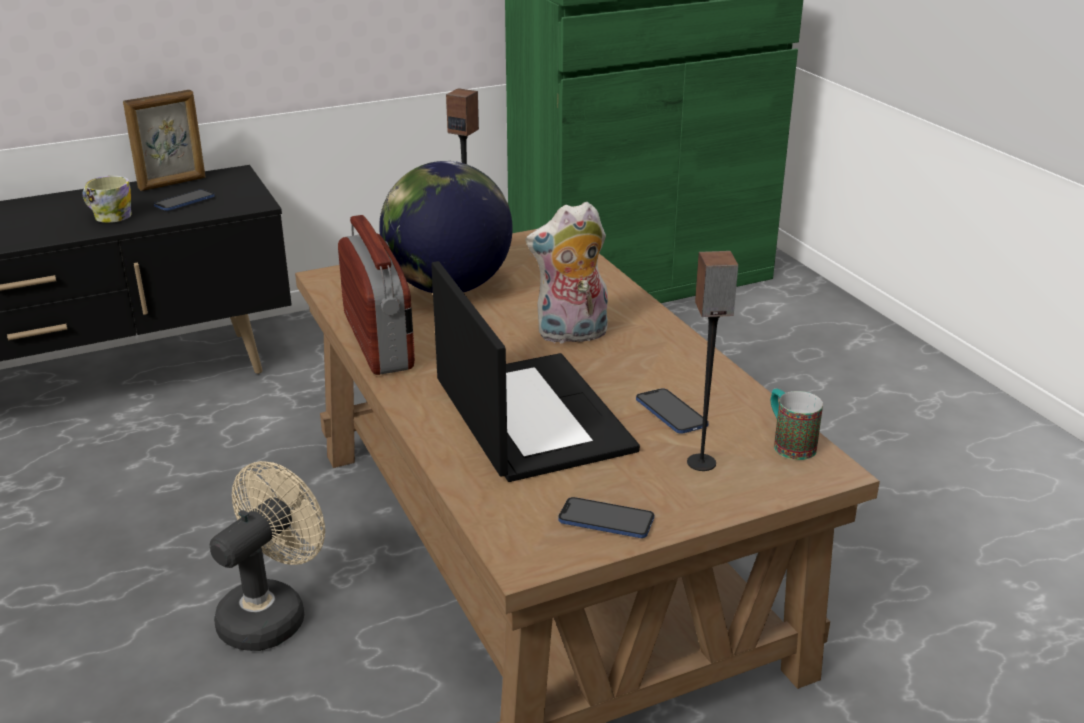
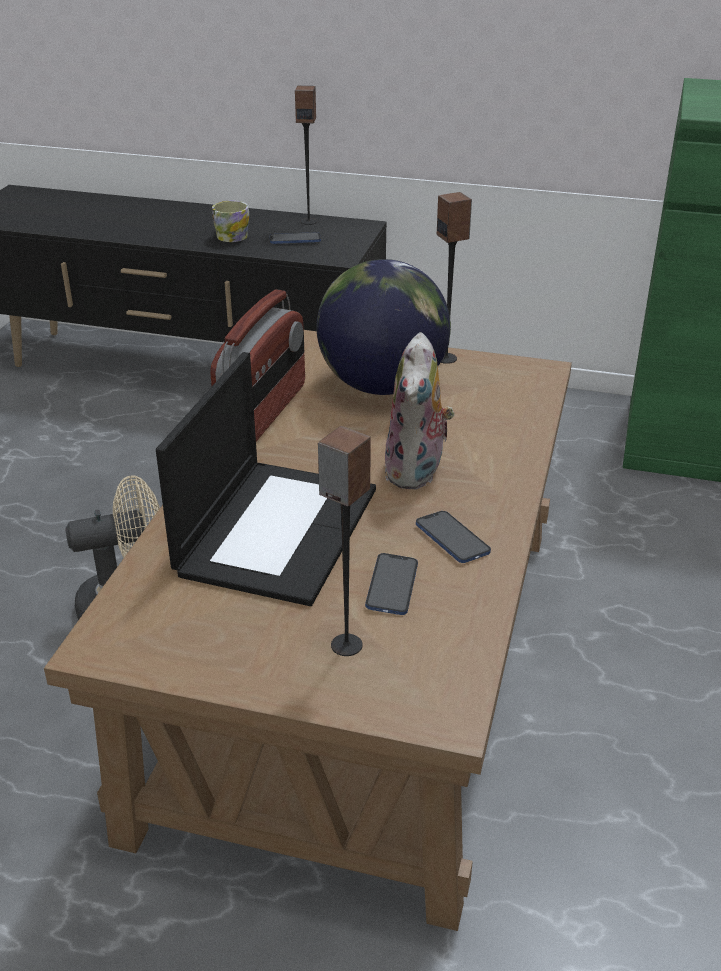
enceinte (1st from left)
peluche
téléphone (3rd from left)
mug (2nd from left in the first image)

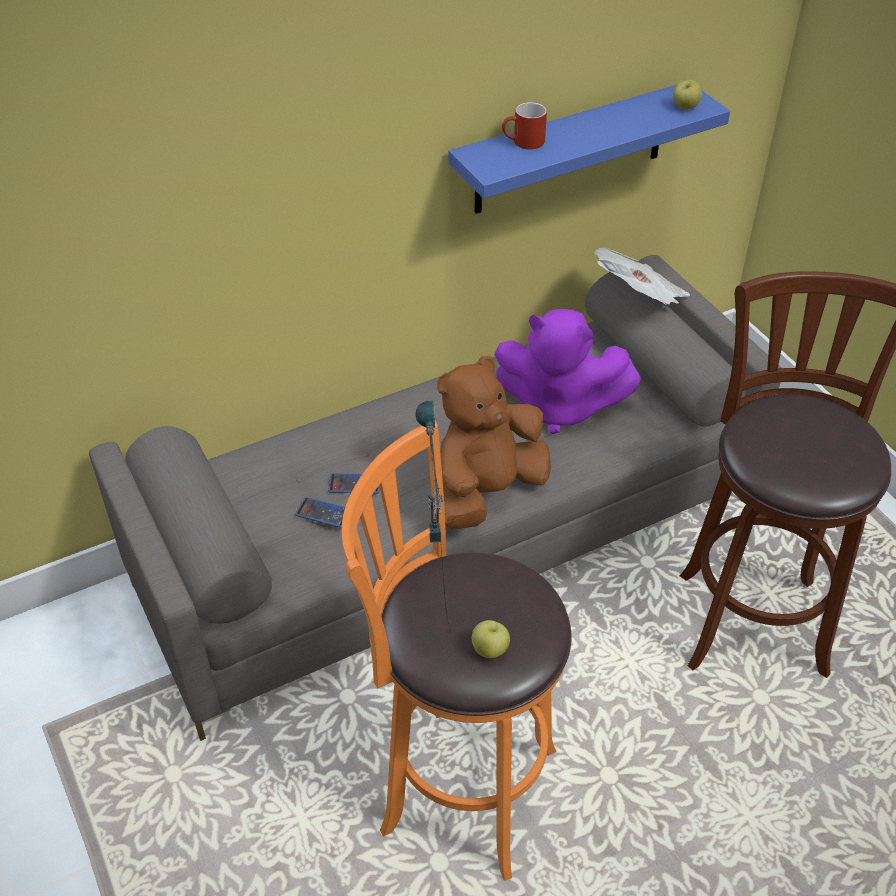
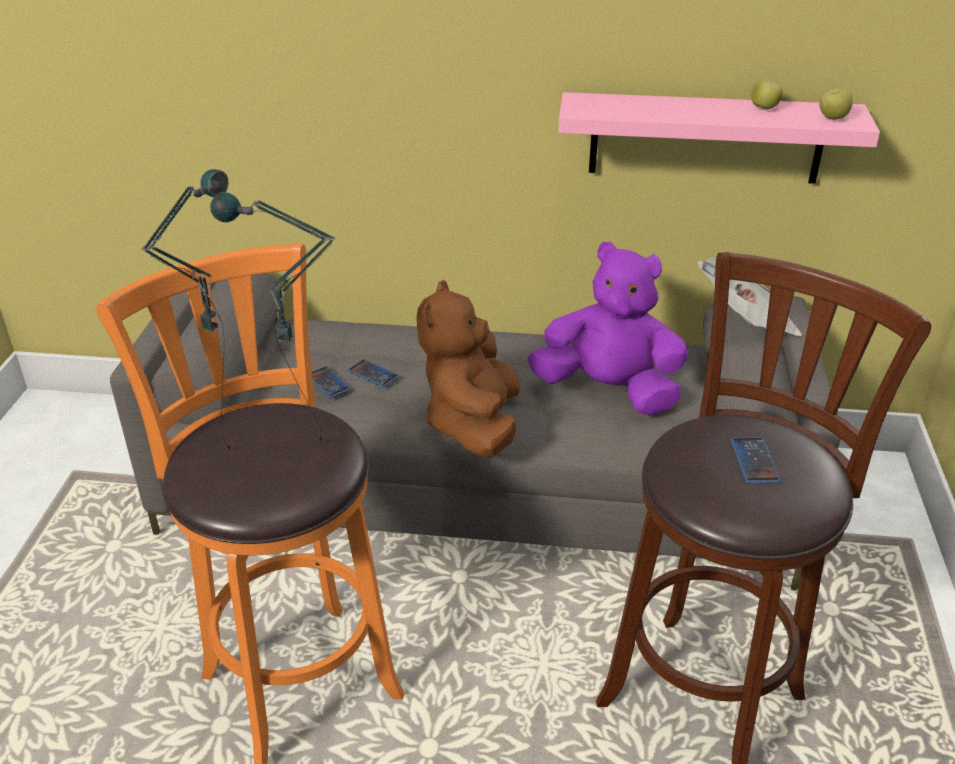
lampe de table (2nd from left)
peluche [marron]
peluche [violet]
étagère [rose]
téléphone (3rd from left)
pomme (1st from left)
mug [rouge]

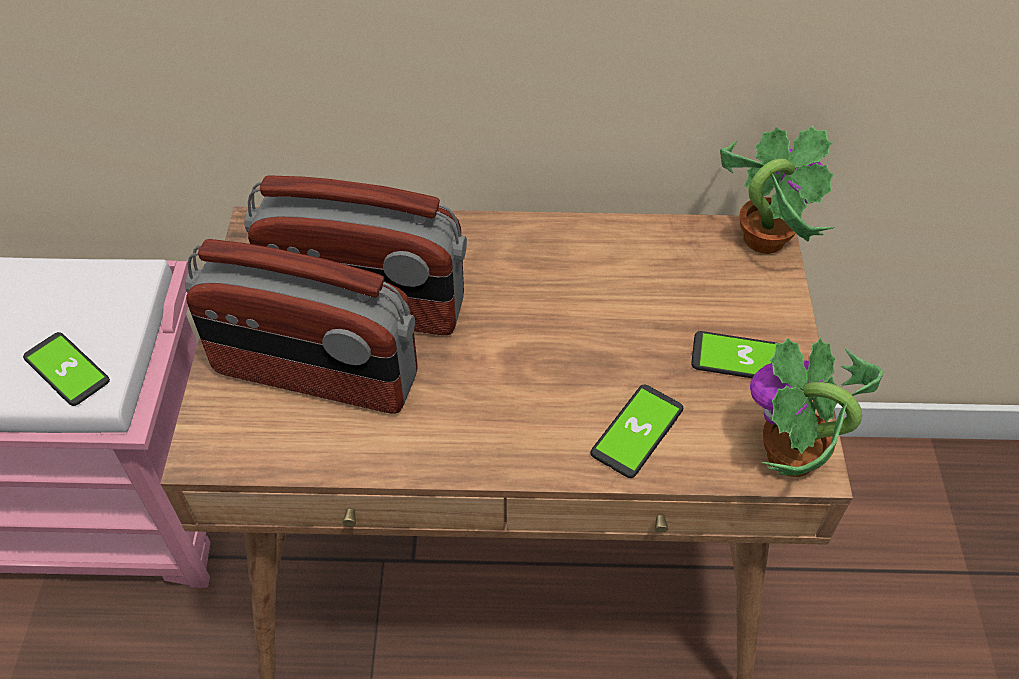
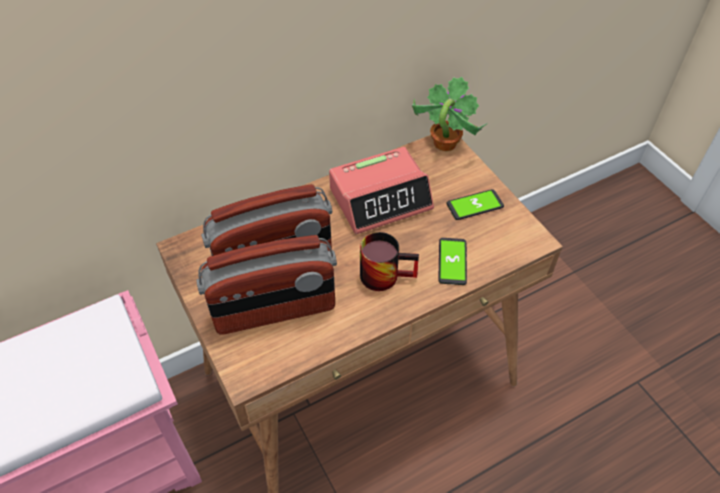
réveil
mug
téléphone (1st from left in the first image)
plante en pot (2nd from left in the first image)

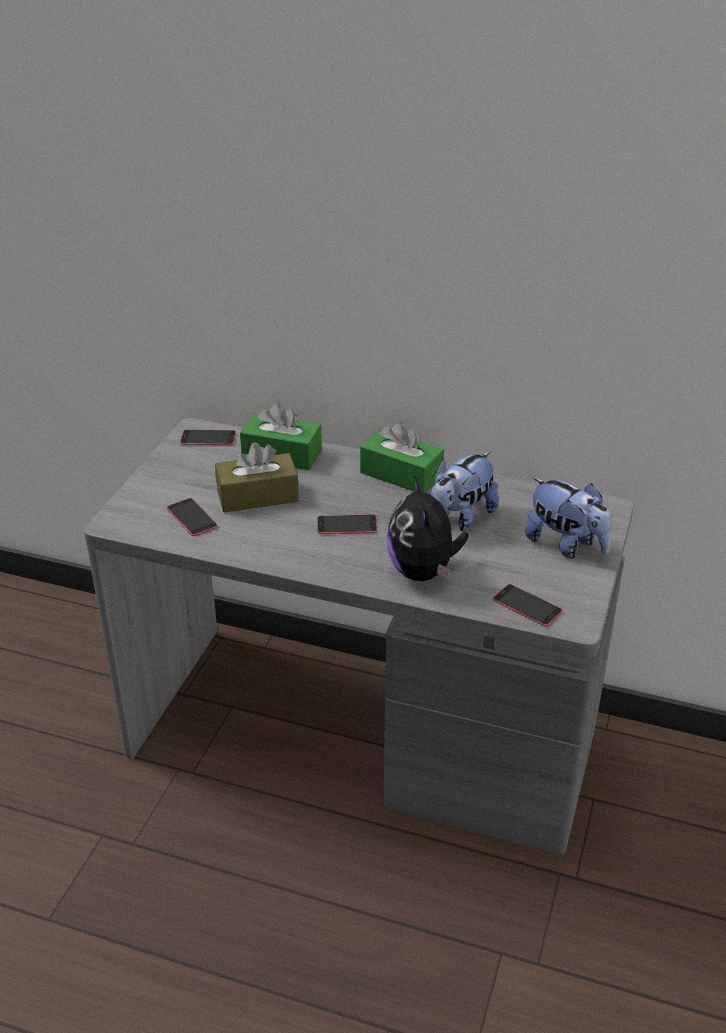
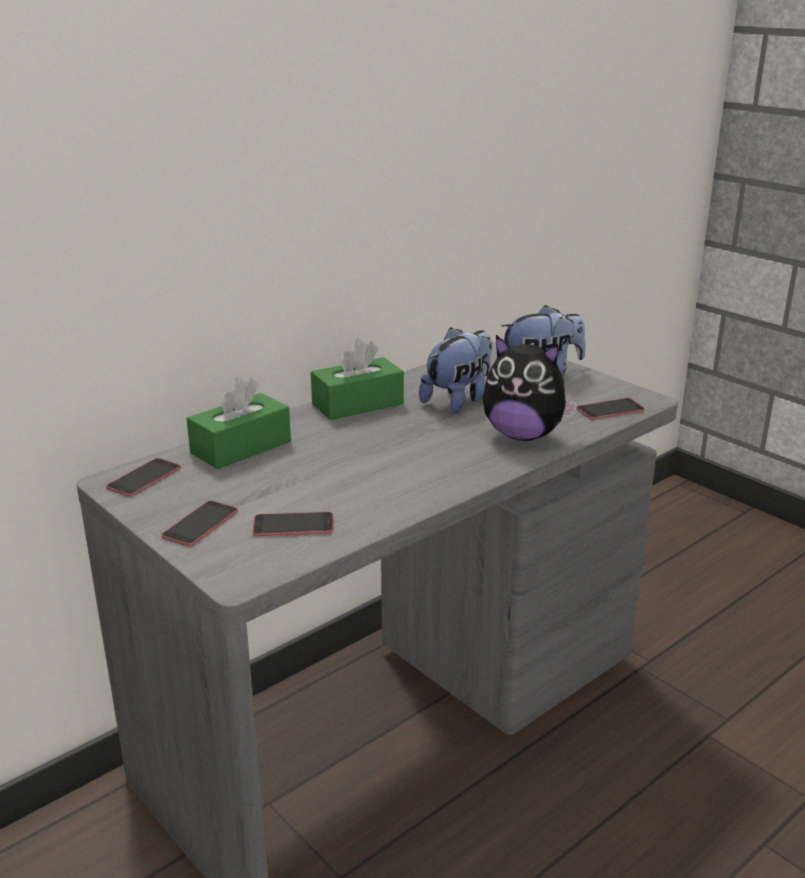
téléphone (2nd from left)
peluche (1st from left)
boîte à mouchoirs [marron]

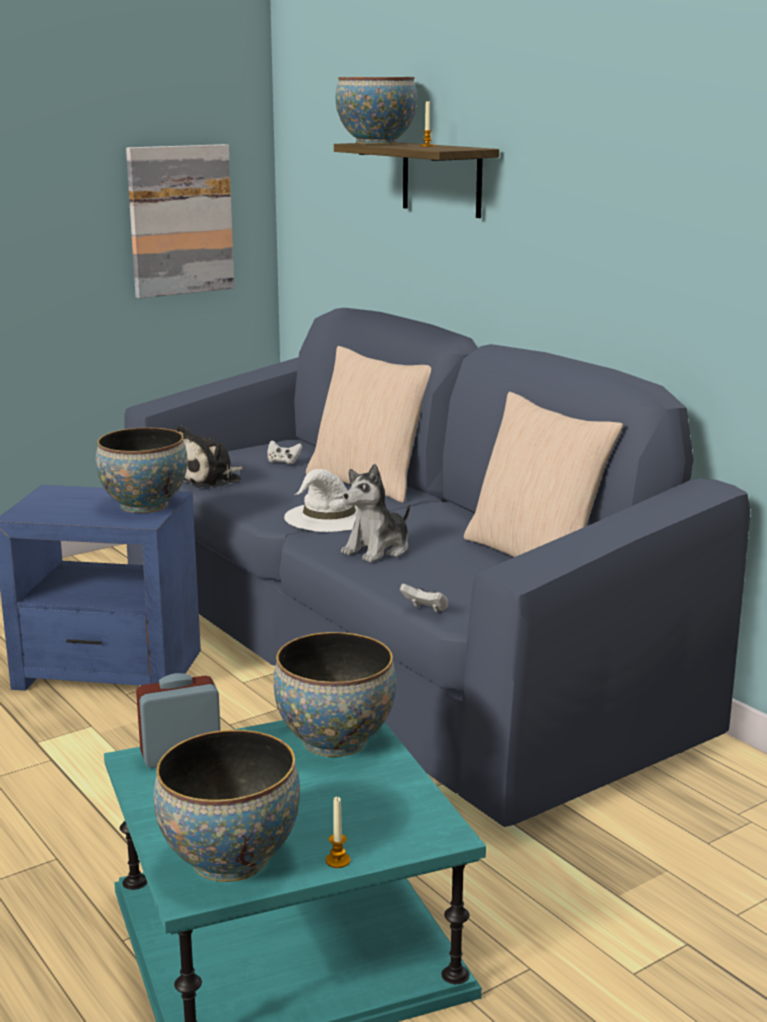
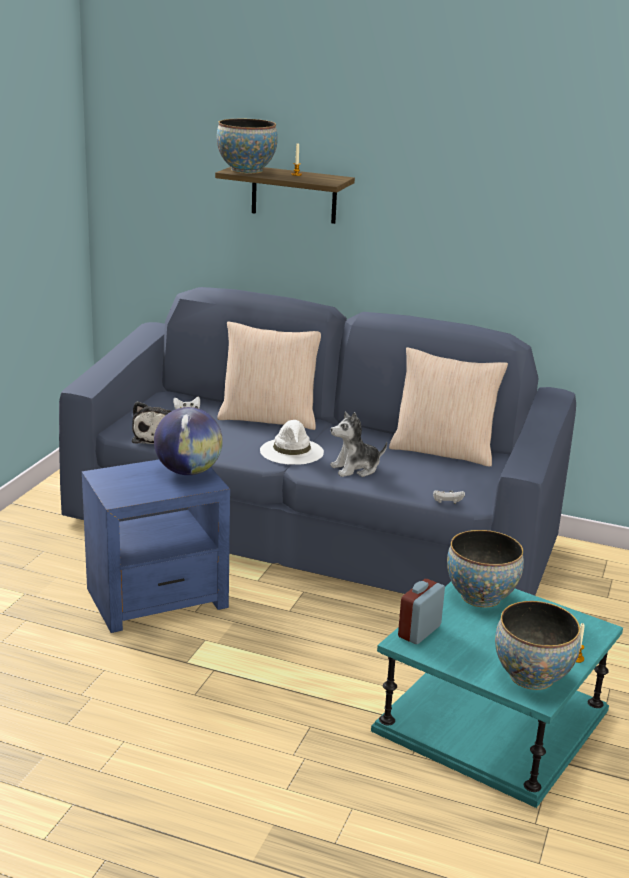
globe
peluche (2nd from left)
tableau

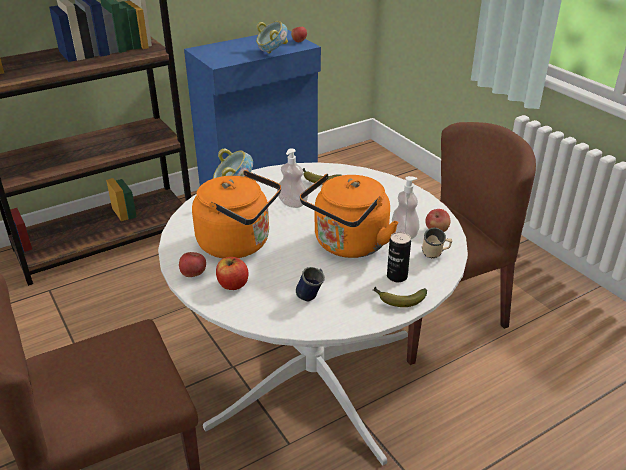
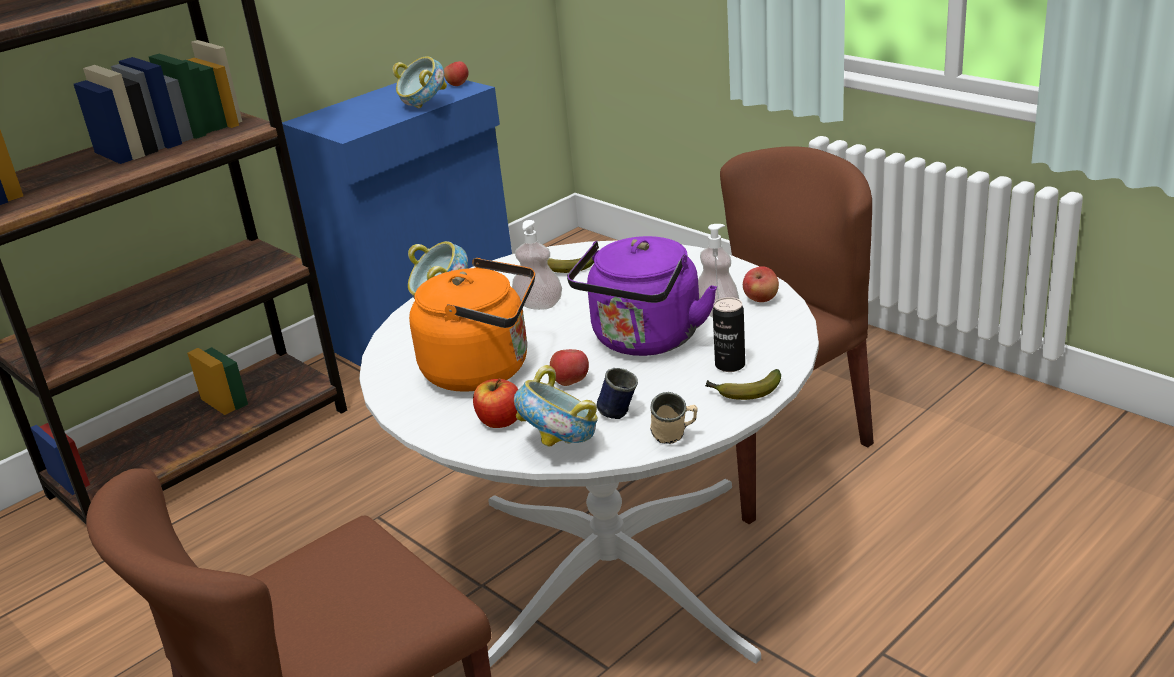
bol (3rd from left)
pomme (3rd from left)
bouilloire [violet]
mug [beige]

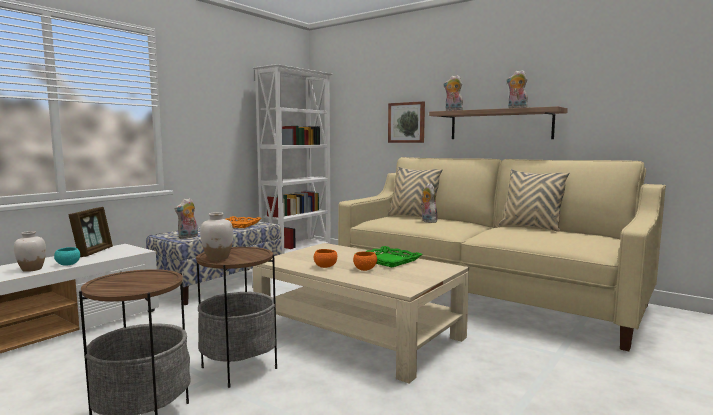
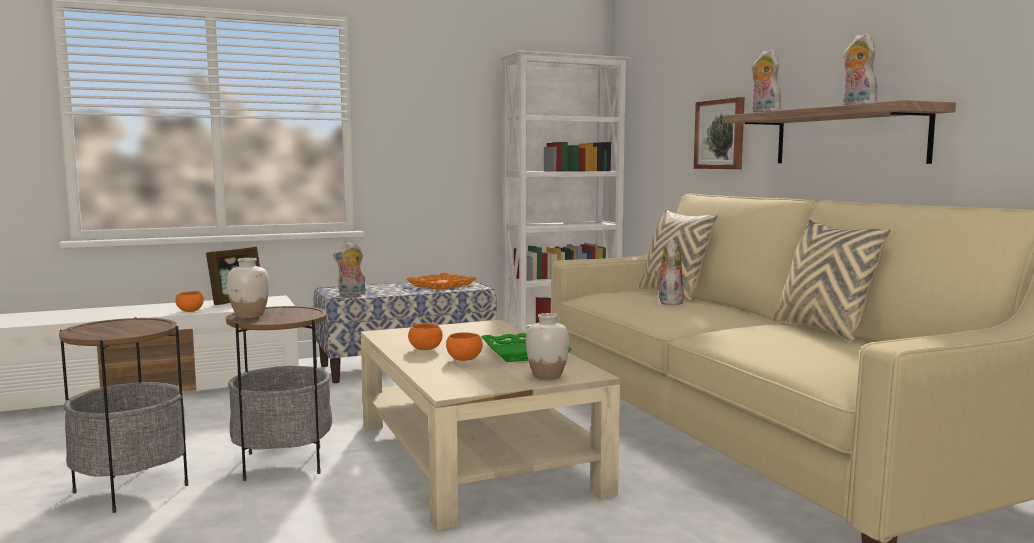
bol [orange] (1st from left)
vase [blanc] (2nd from left)

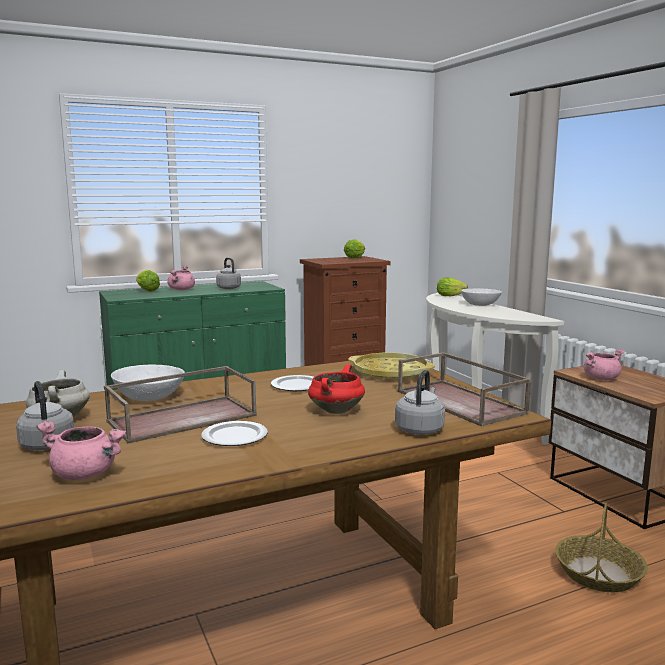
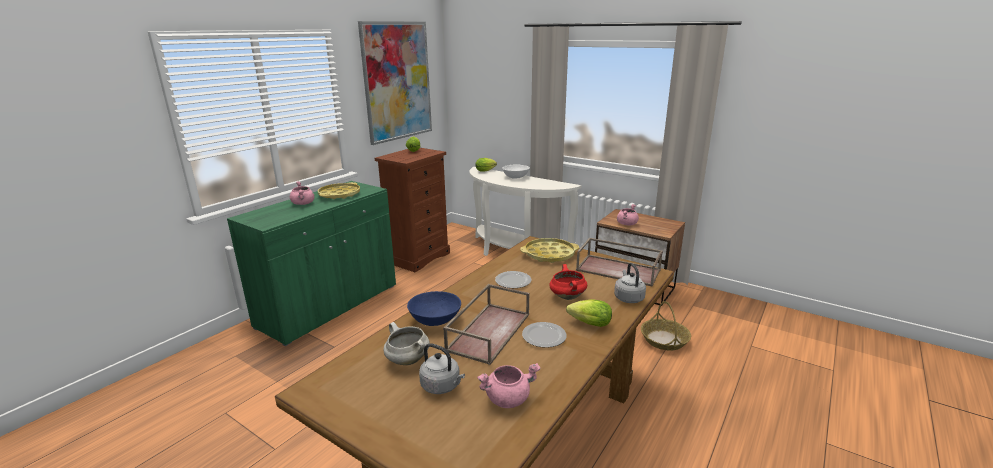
plateau [jaune] (1st from left)
tableau
bol [bleu]
laitue (3rd from left)

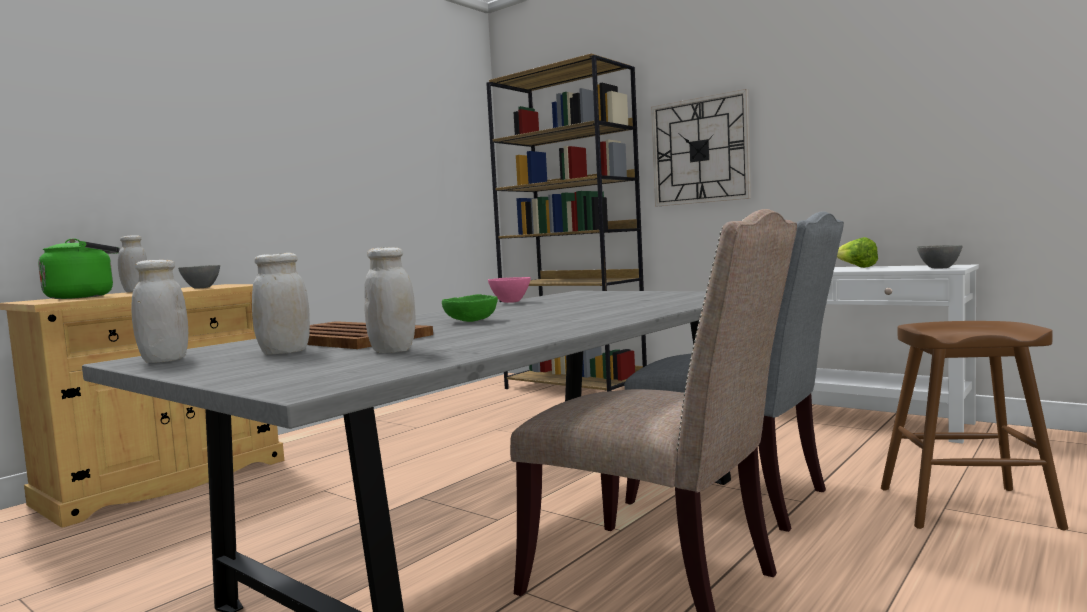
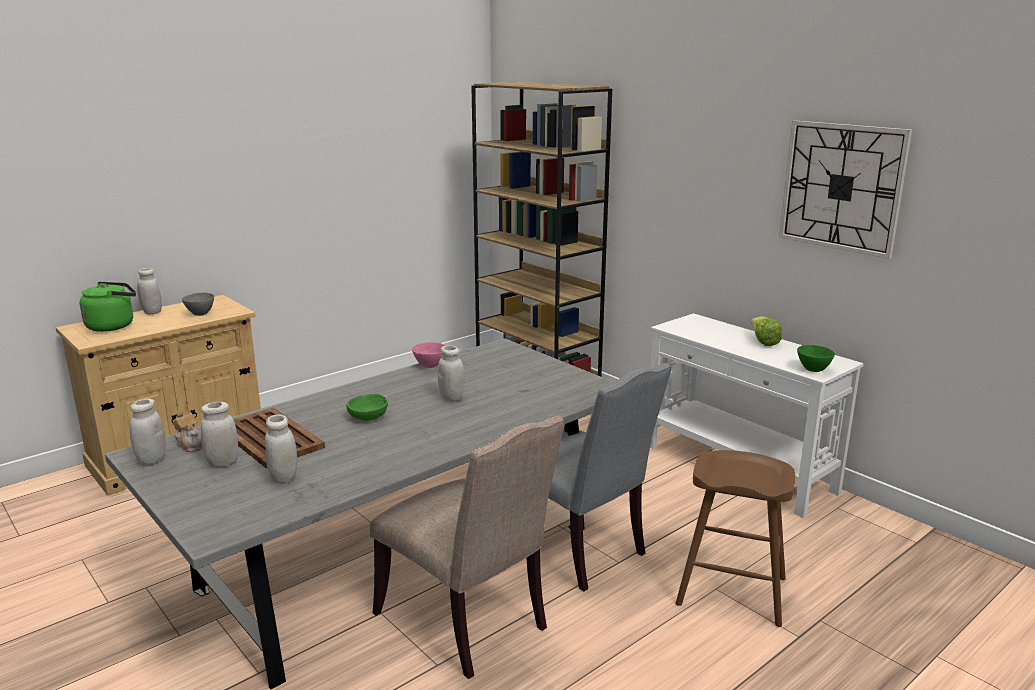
théière
bocal [blanc] (5th from left)
horloge murale
bol [vert] (2nd from left)

